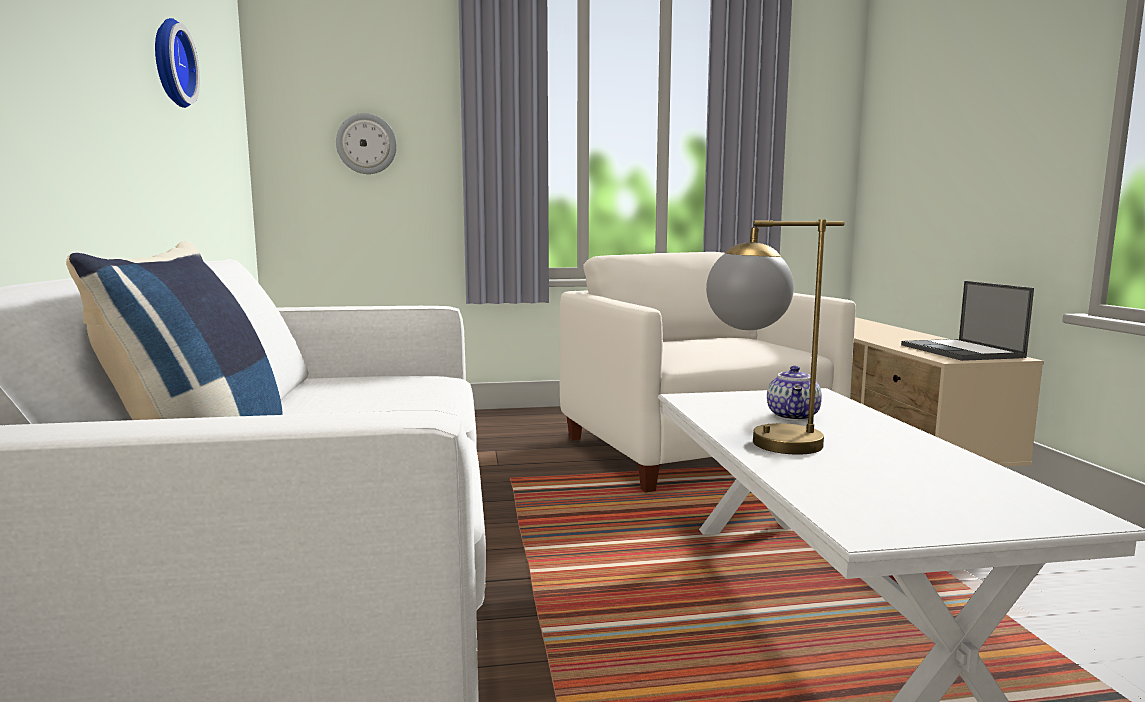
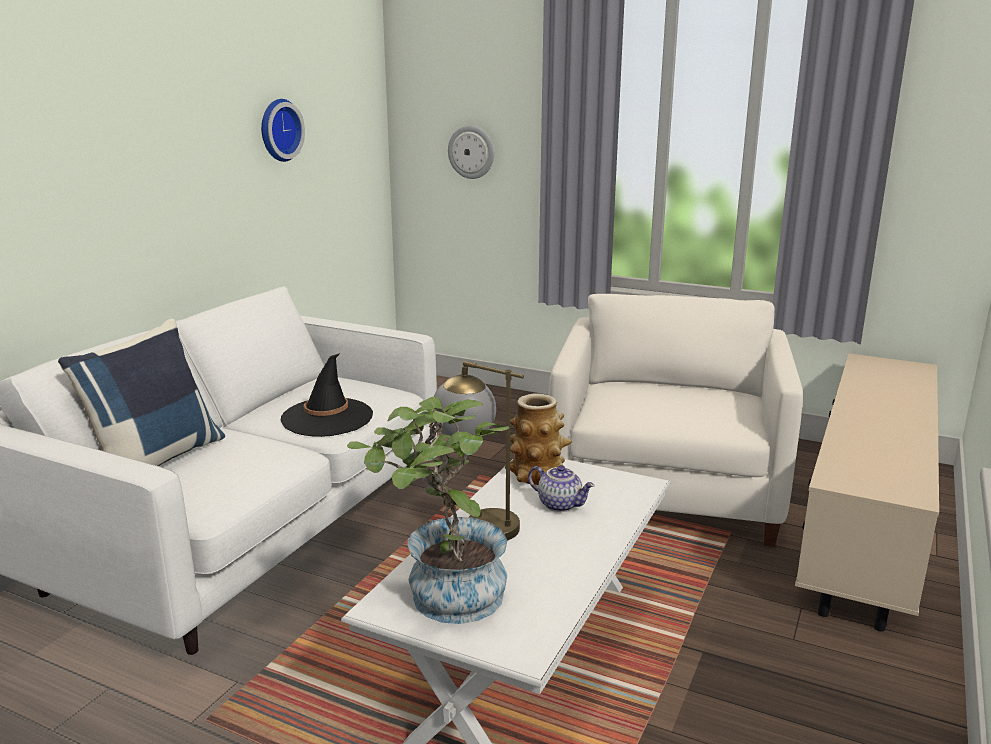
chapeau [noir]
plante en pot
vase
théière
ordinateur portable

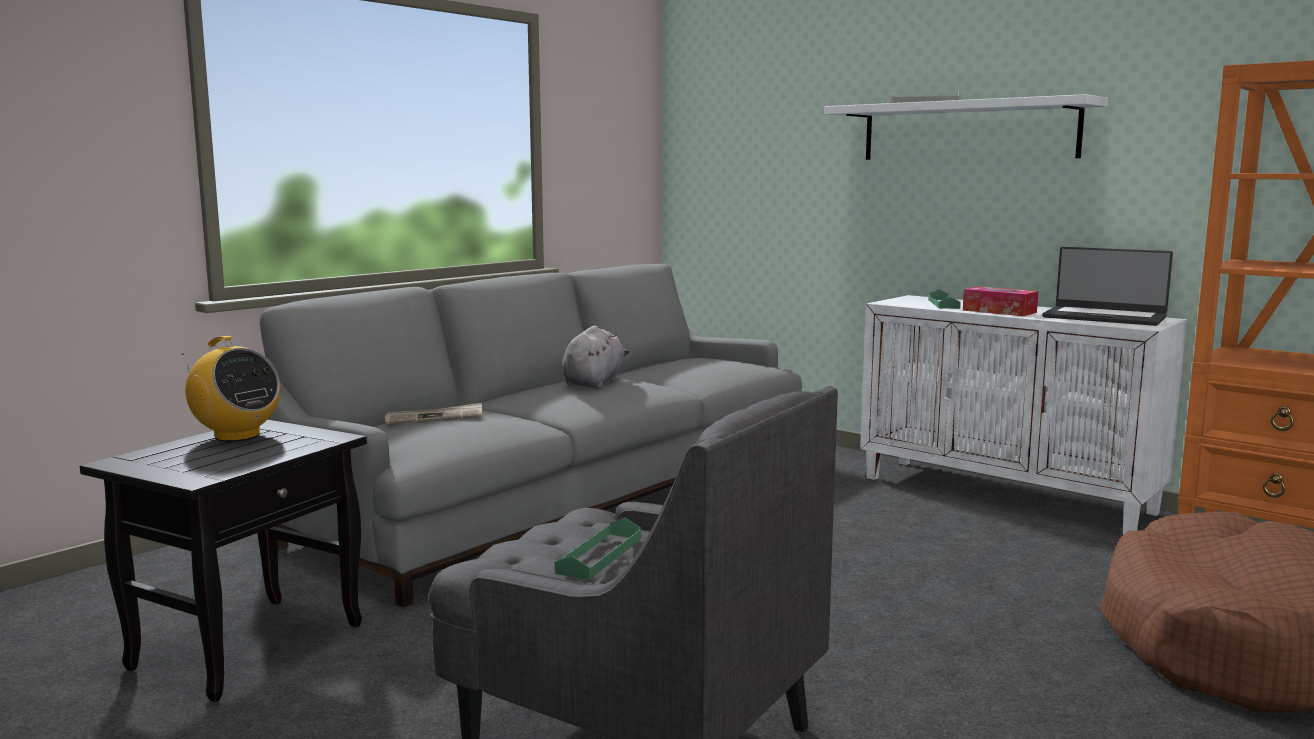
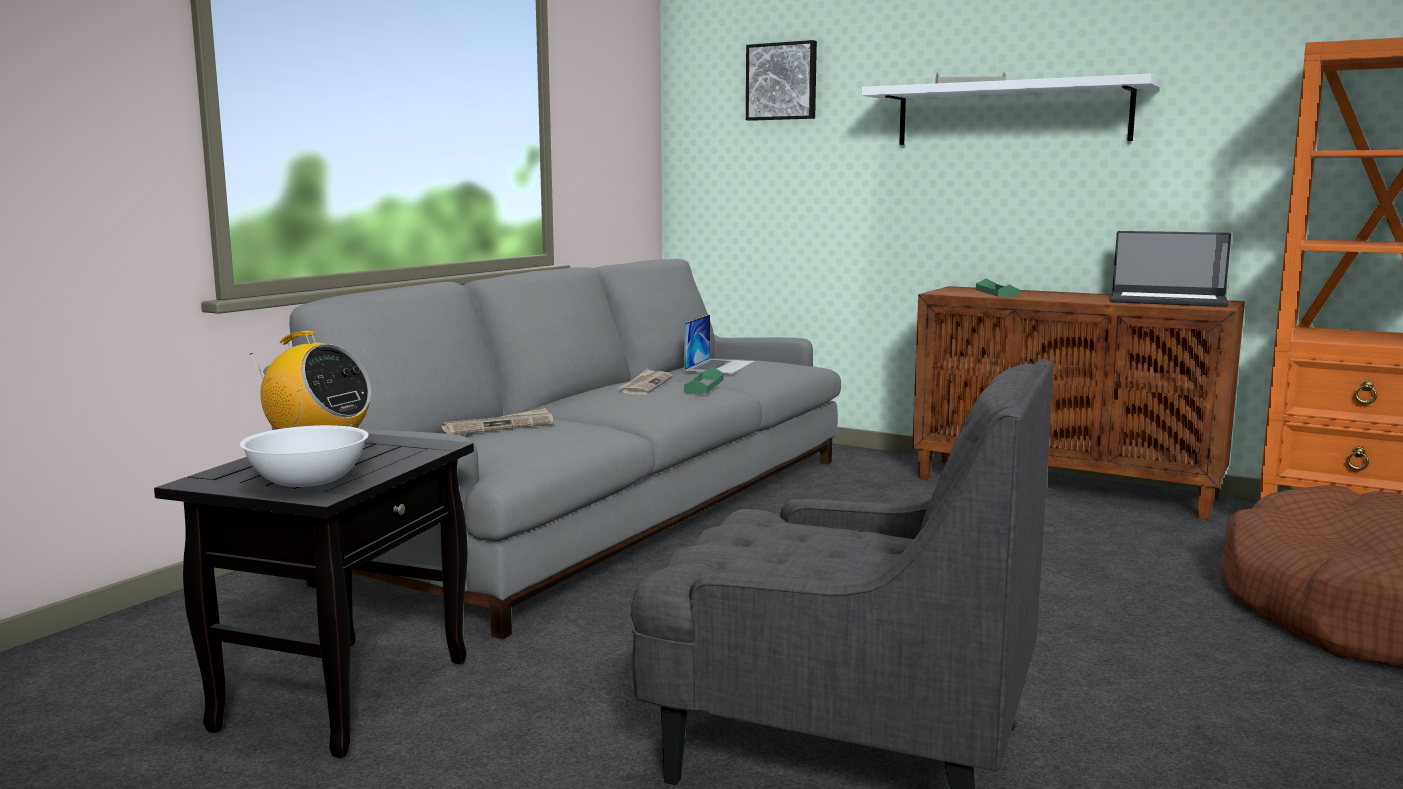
bol [blanc]
journal (2nd from left)
ordinateur portable (1st from left)
plateau [vert] (1st from left)
tableau
meuble de rangement [marron]
boîte à mouchoirs

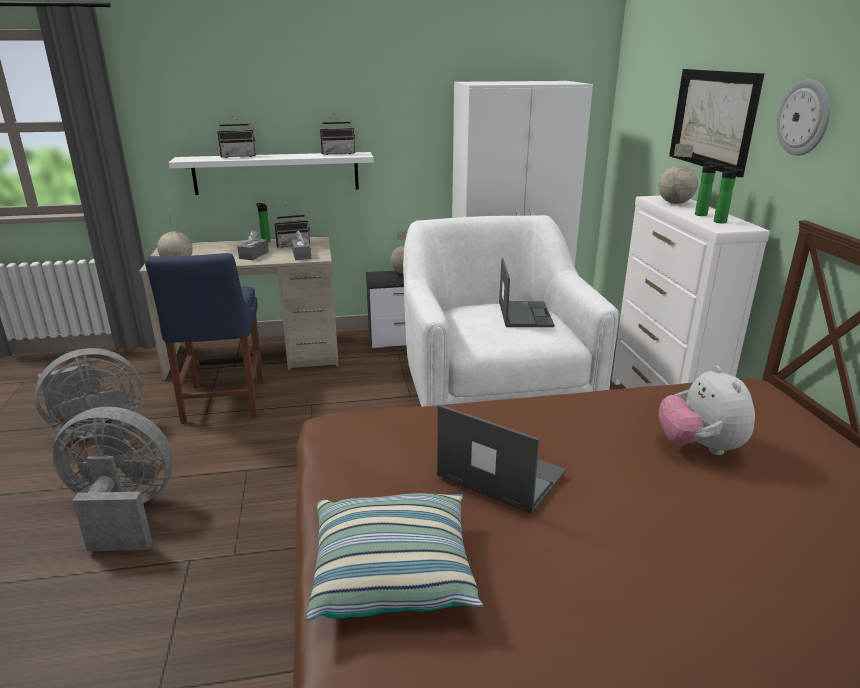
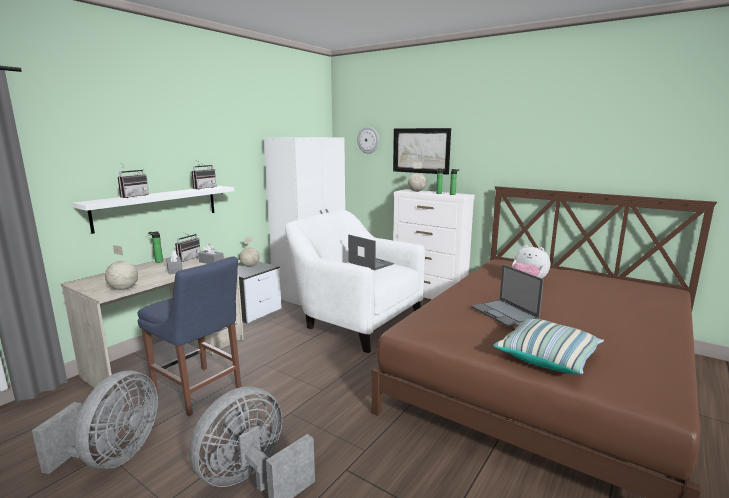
horloge murale
ordinateur portable (2nd from left)

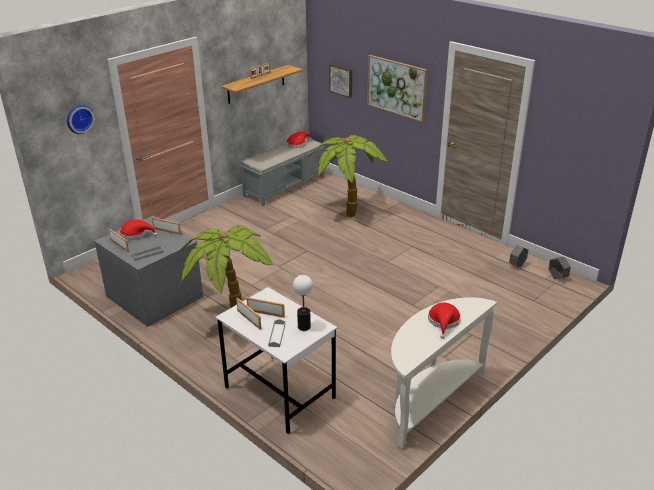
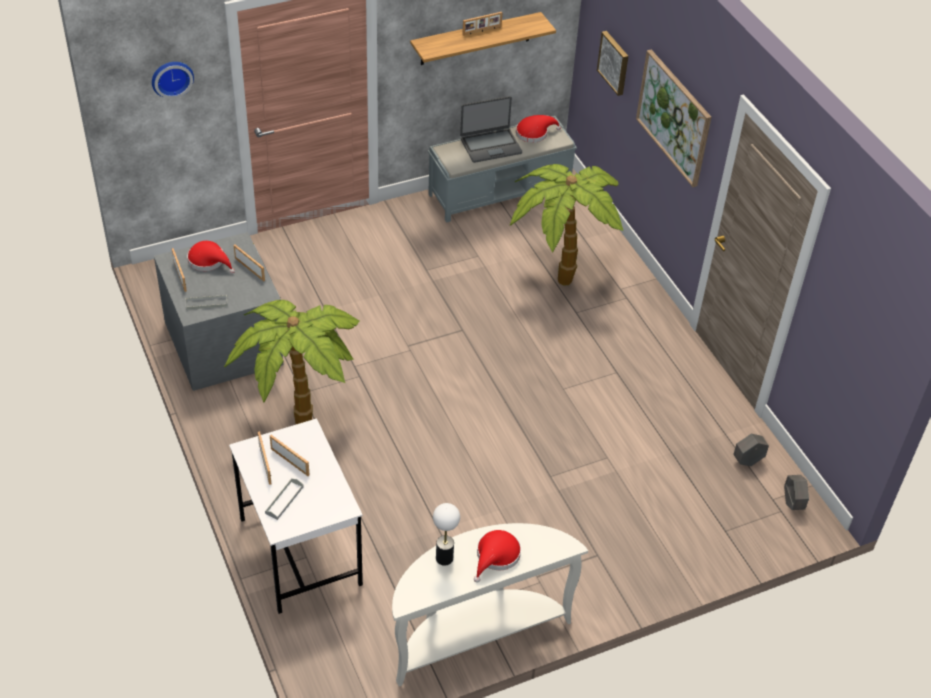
lampe de table
ordinateur portable

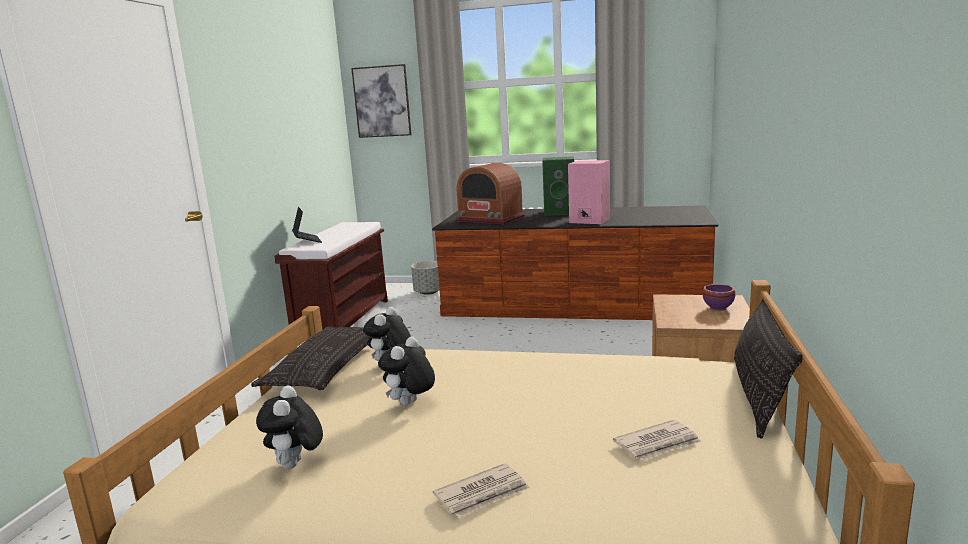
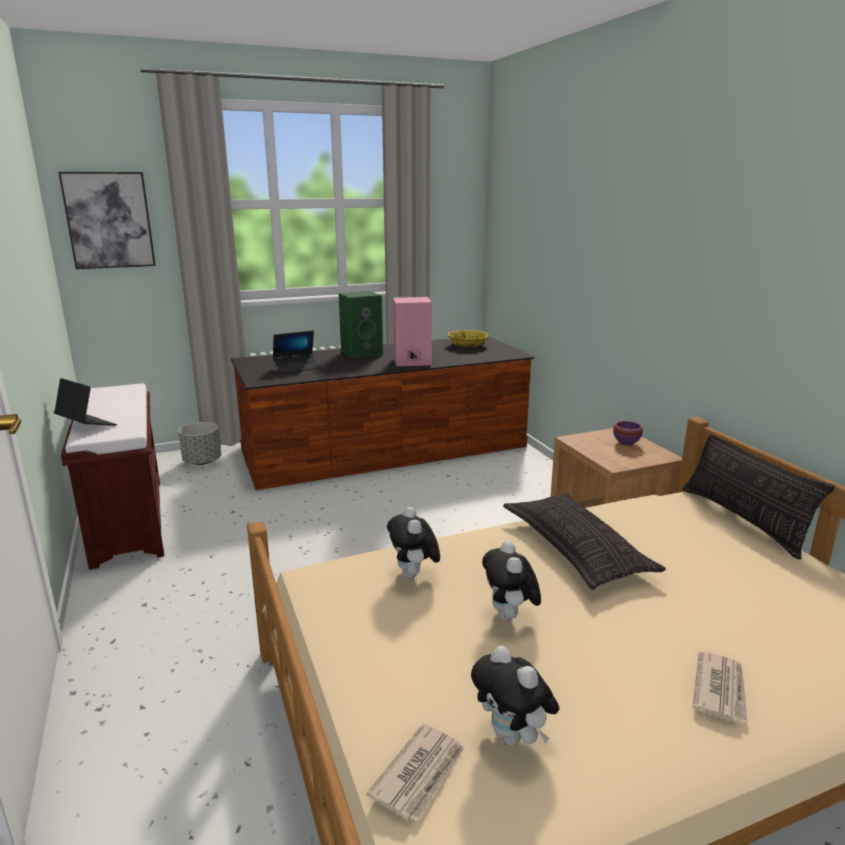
ordinateur portable (2nd from left)
journal (1st from left)
bol [jaune]
coussin (1st from left)

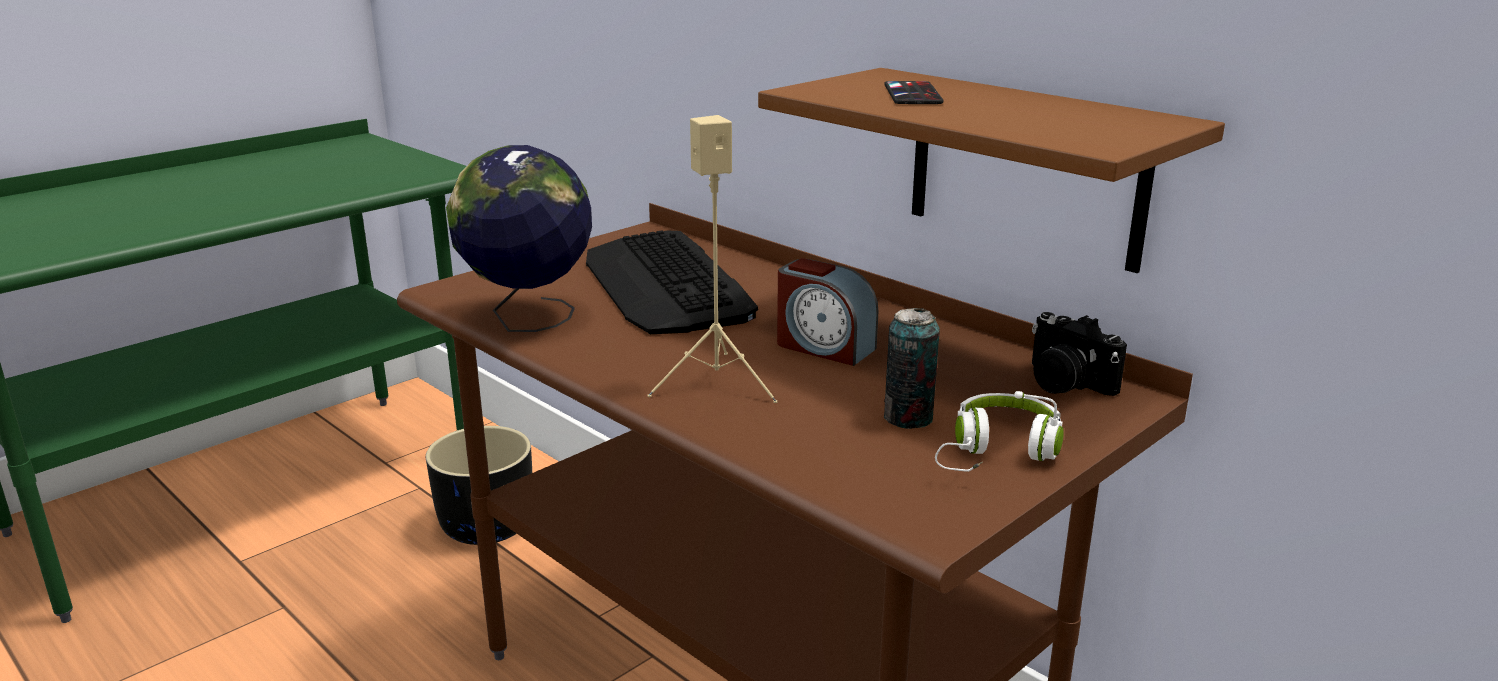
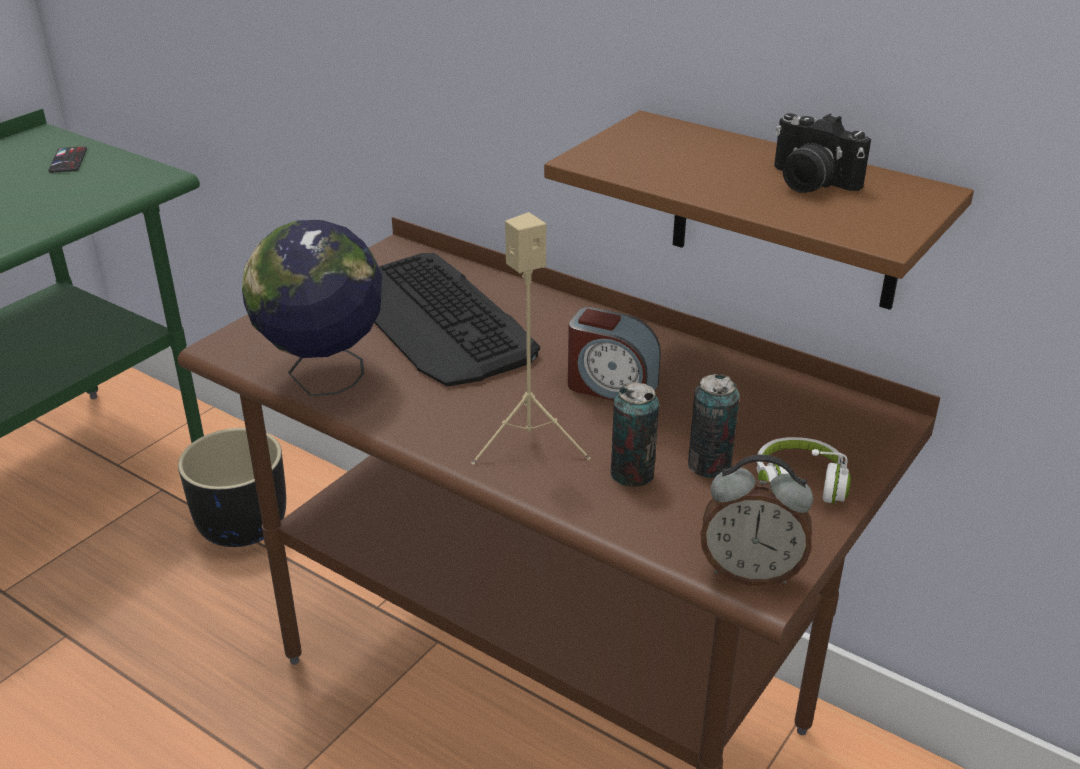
téléphone
boîte métallique (1st from left)
réveil (2nd from left)
appareil photo

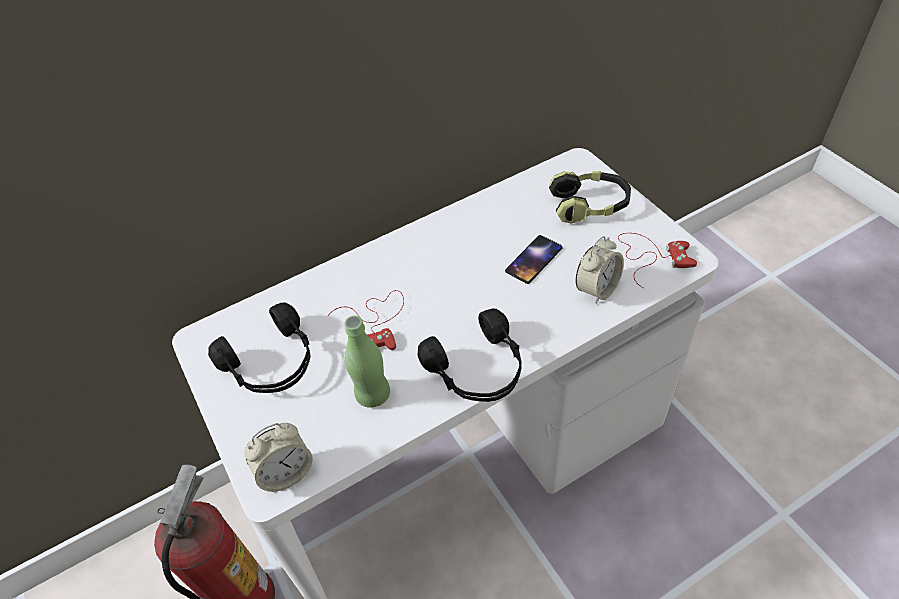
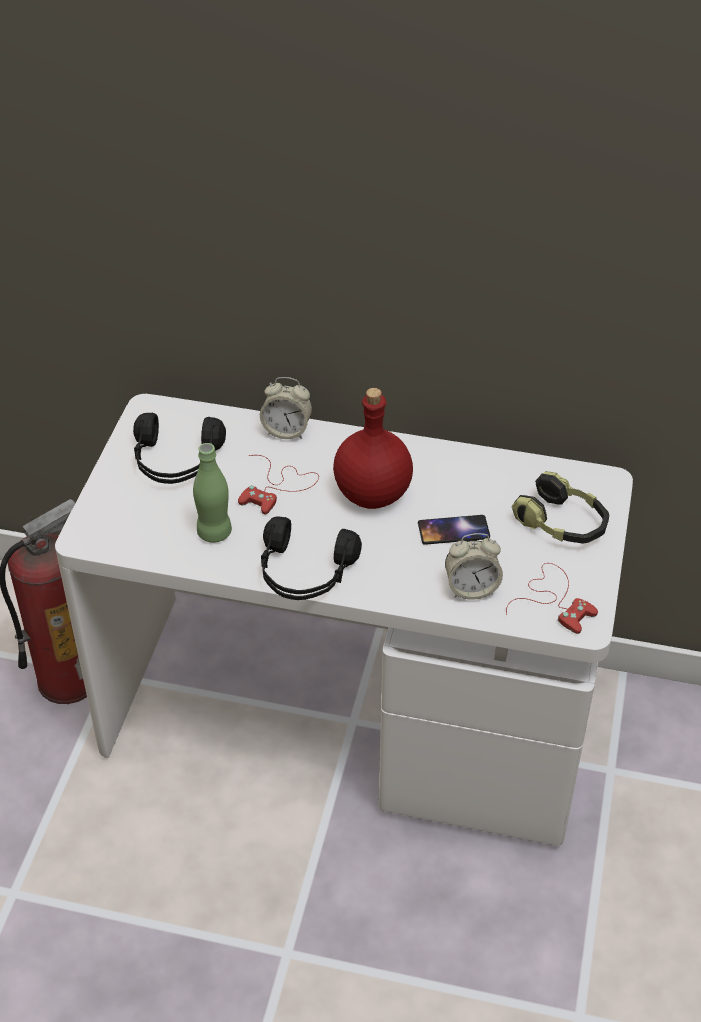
réveil (1st from left)
bouteille [rouge]

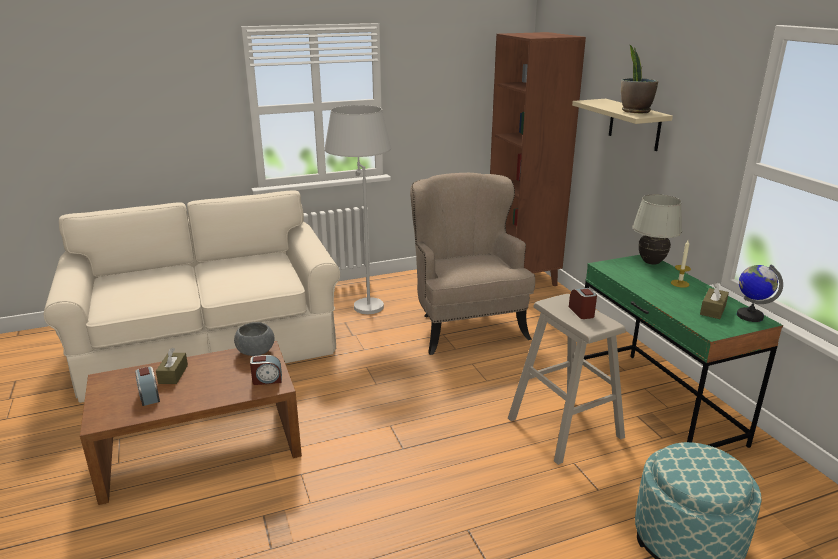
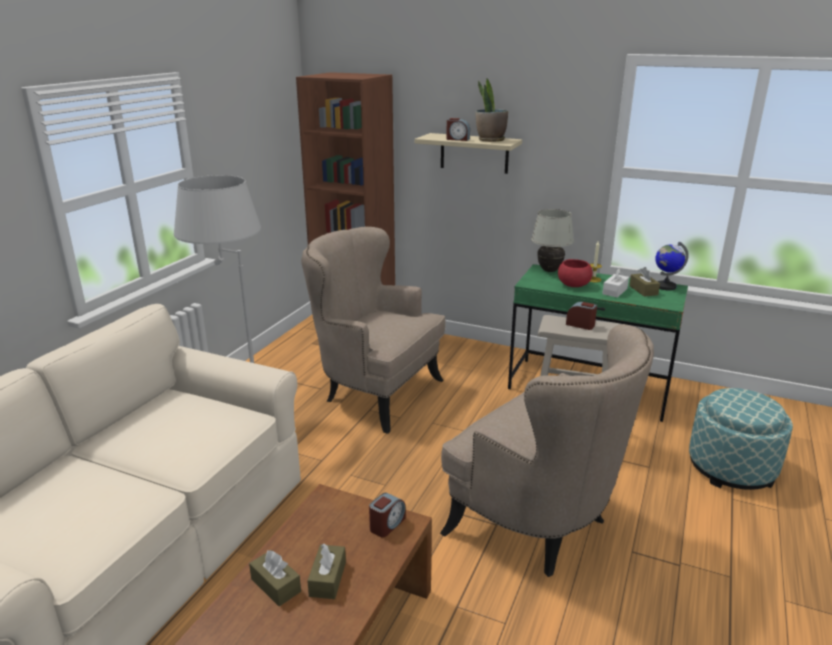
boîte à mouchoirs [marron] (2nd from left)
fauteuil [beige] (2nd from left)
réveil (2nd from left)
bol [rouge]
boîte à mouchoirs [blanc]
bol [gris]

